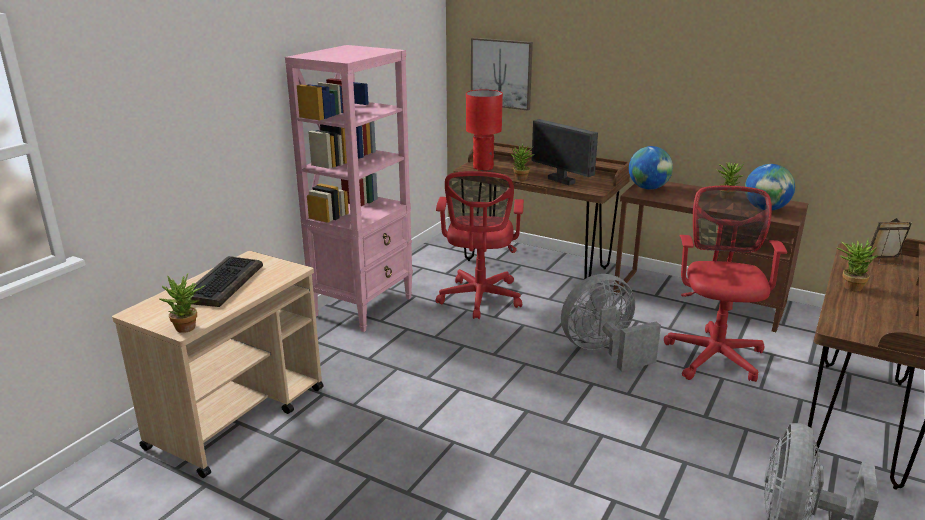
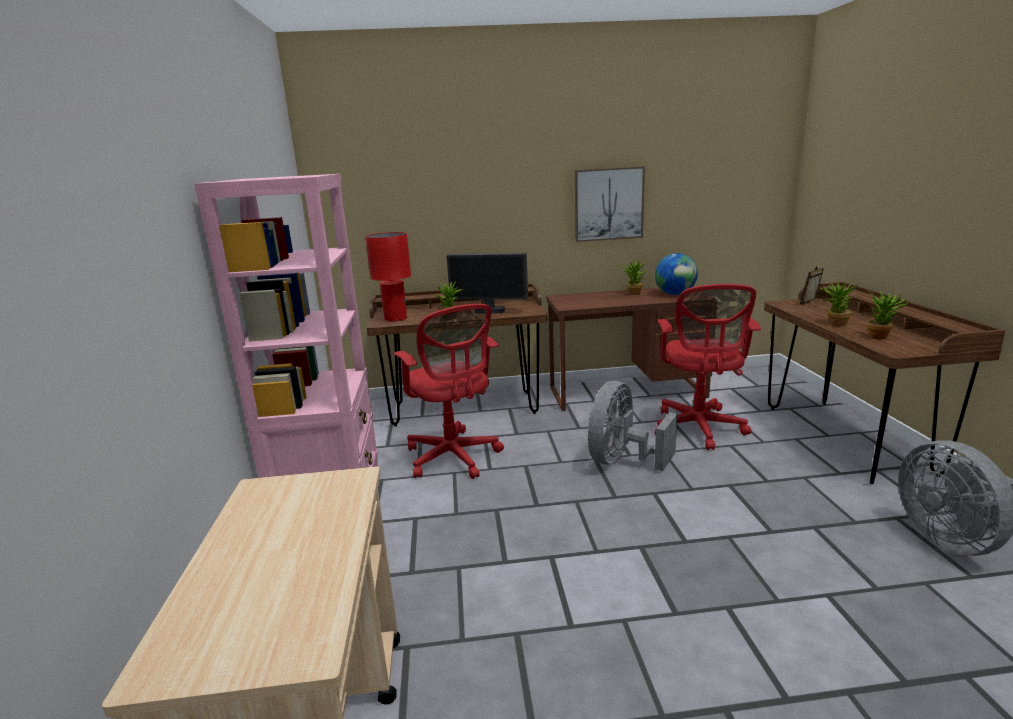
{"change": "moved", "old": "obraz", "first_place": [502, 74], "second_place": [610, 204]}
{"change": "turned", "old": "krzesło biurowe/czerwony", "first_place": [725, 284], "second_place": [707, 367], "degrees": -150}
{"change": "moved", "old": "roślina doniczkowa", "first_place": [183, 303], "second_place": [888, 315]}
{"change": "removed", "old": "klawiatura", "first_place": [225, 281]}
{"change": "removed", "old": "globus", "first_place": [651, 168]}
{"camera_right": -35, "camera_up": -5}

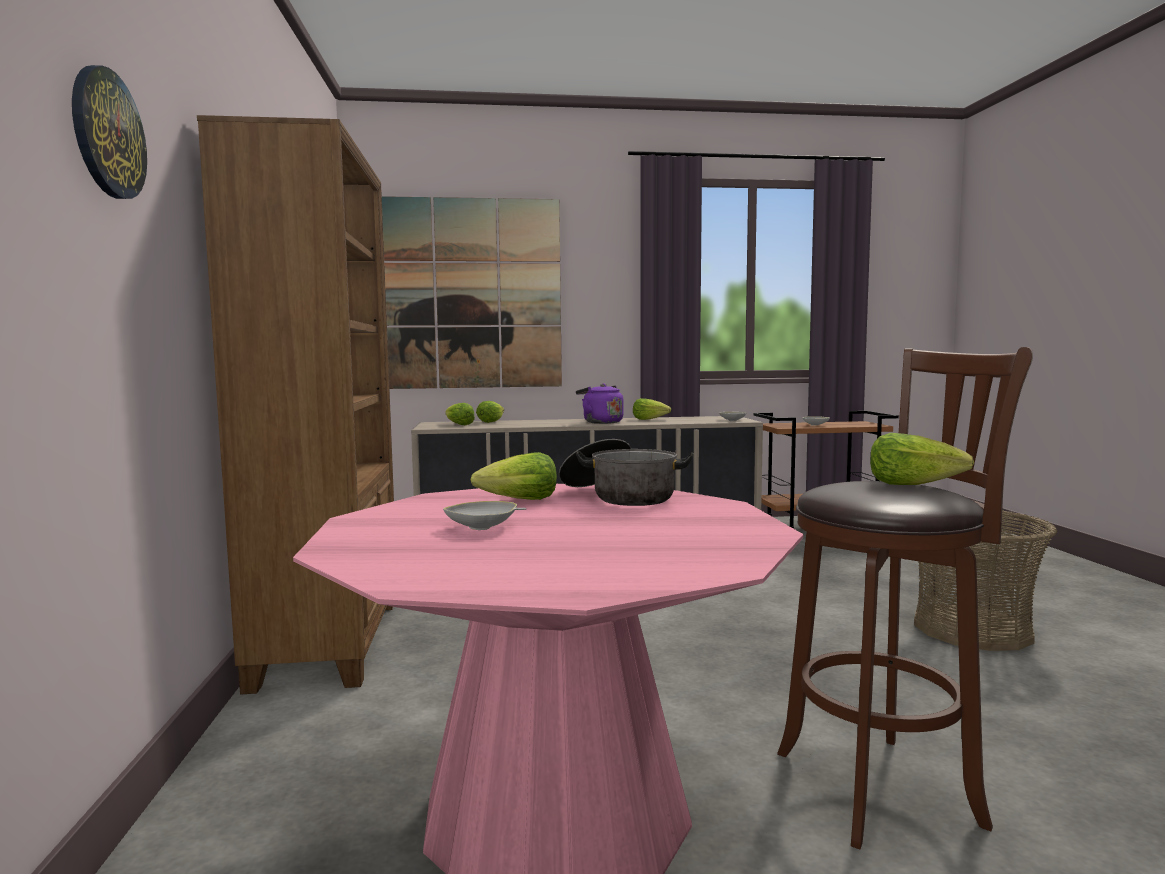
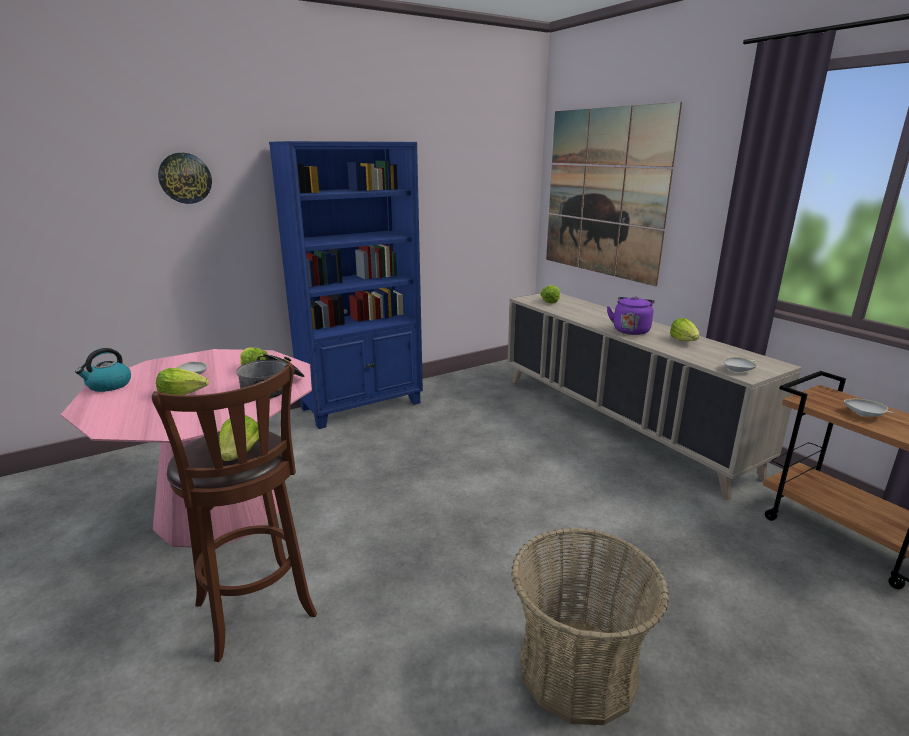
{"change": "added", "new": "czajnik", "second_place": [103, 370]}
{"change": "moved", "old": "sałata", "first_place": [490, 412], "second_place": [182, 381]}
{"change": "recoloured", "old": "regał/brązowy", "new": "regał/niebieski", "first_place": [295, 404], "second_place": [346, 285]}
{"camera_right": 65, "camera_up": 15}

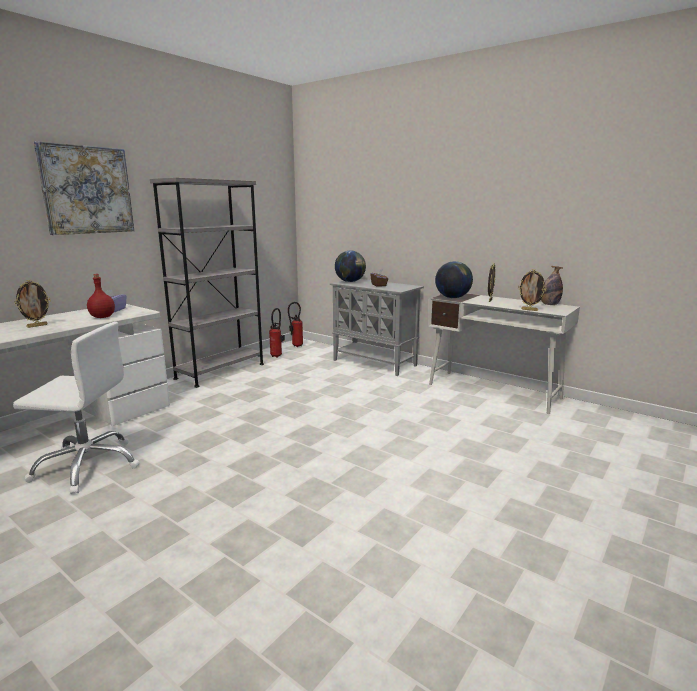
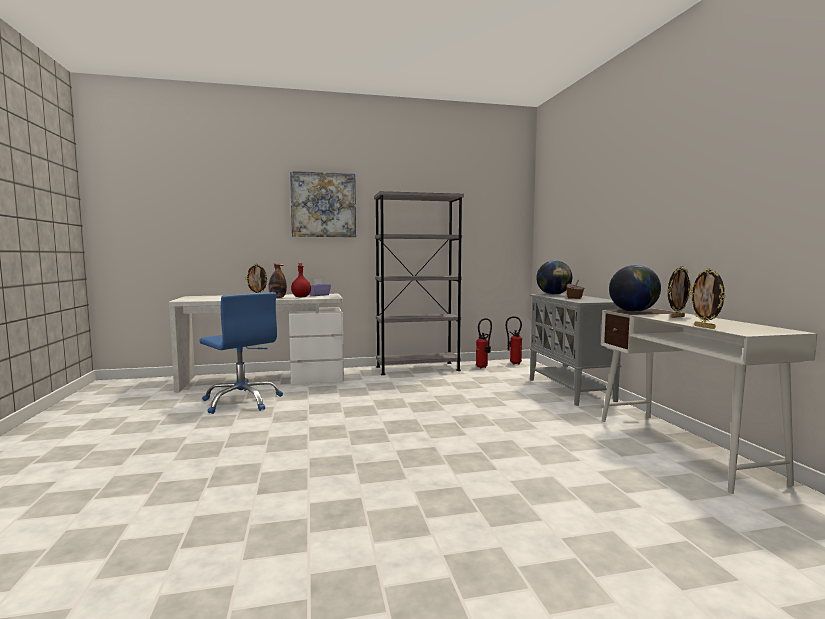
{"change": "recoloured", "old": "krzesło biurowe/biały", "new": "krzesło biurowe/niebieski", "first_place": [76, 408], "second_place": [241, 353]}
{"change": "moved", "old": "butelka", "first_place": [552, 285], "second_place": [277, 280]}
{"camera_right": 40, "camera_up": -10}

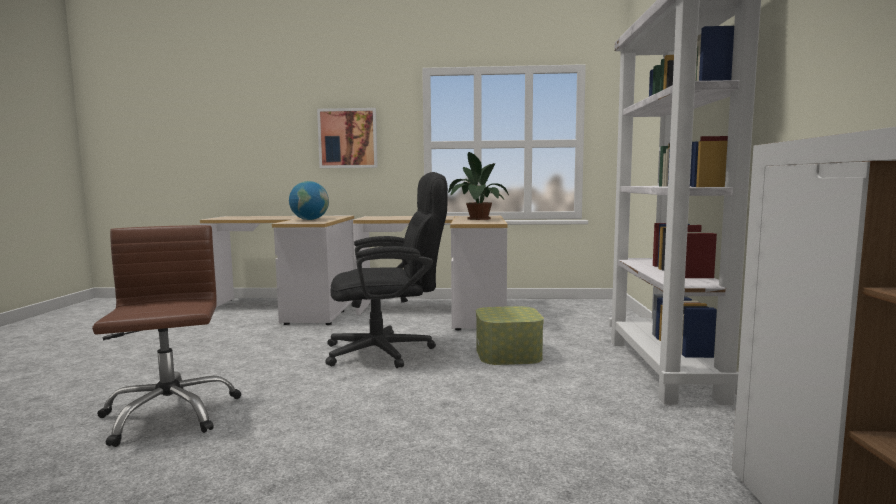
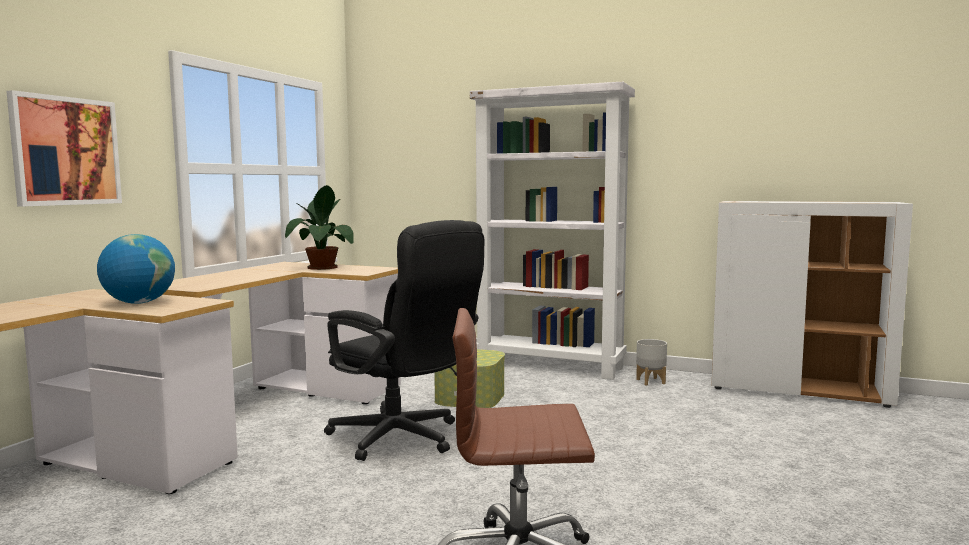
{"change": "turned", "old": "krzesło biurowe/czarny", "first_place": [386, 270], "second_place": [404, 340], "degrees": 120}
{"change": "added", "new": "donica/szary", "second_place": [651, 362]}
{"camera_right": -70, "camera_up": 0}

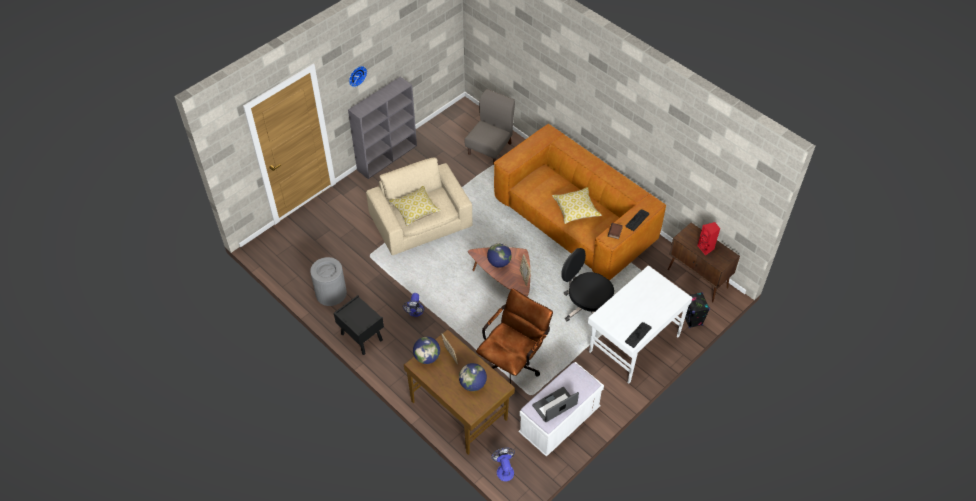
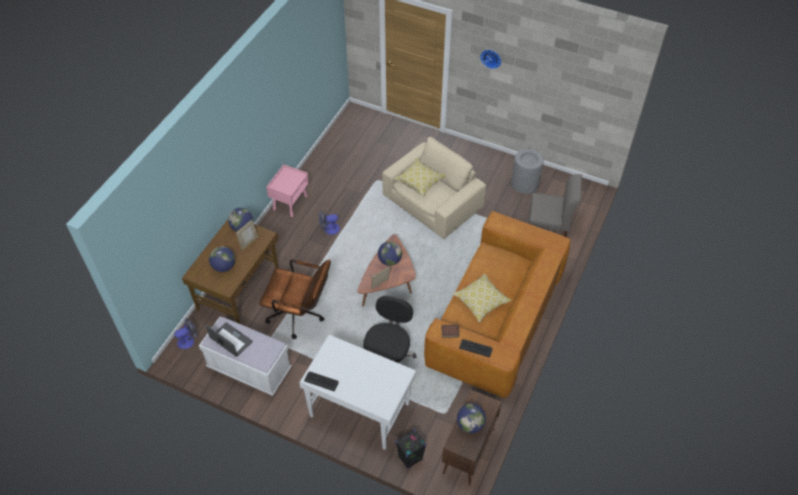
{"change": "recoloured", "old": "szafka nocna/czarny", "new": "szafka nocna/różowy", "first_place": [359, 325], "second_place": [287, 190]}
{"change": "replaced", "old": "głośnik/czerwony", "new": "globus", "first_place": [708, 238], "second_place": [471, 418]}
{"change": "moved", "old": "kosz na śmieci/szary", "first_place": [328, 281], "second_place": [527, 171]}
{"change": "removed", "old": "regał/szary", "first_place": [382, 127]}
{"camera_right": 70, "camera_up": 0}

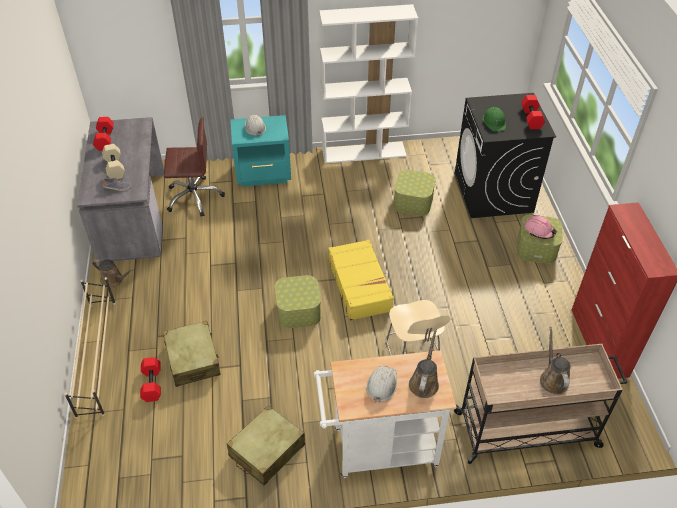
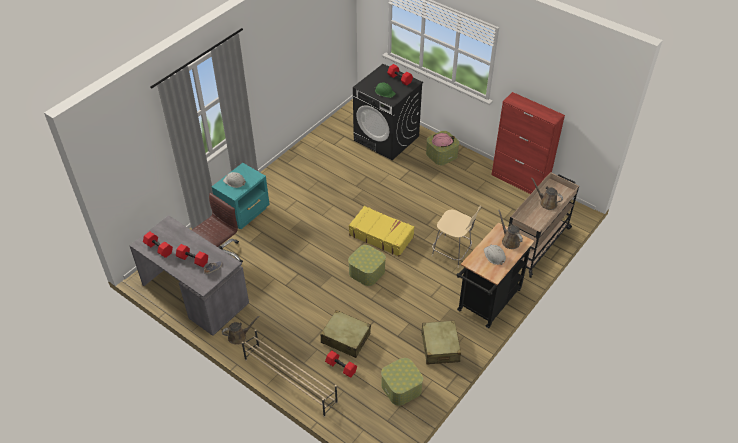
{"change": "recoloured", "old": "hantel/beżowy", "new": "hantel/czerwony", "first_place": [113, 161], "second_place": [192, 255]}
{"change": "moved", "old": "pojemnik do przechowywania", "first_place": [414, 193], "second_place": [402, 382]}
{"change": "recoloured", "old": "wózek/biały", "new": "wózek/czarny", "first_place": [385, 414], "second_place": [495, 275]}
{"change": "removed", "old": "regał/biały", "first_place": [368, 83]}
{"camera_right": -45, "camera_up": 0}

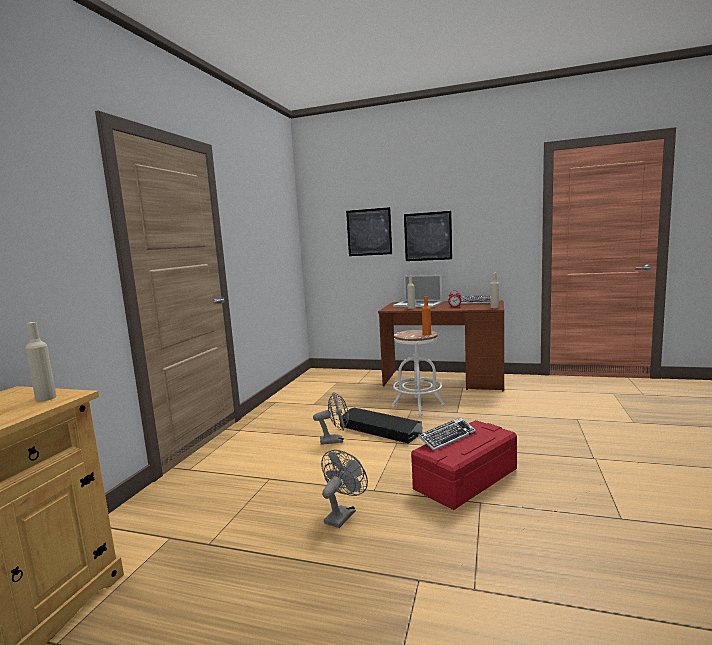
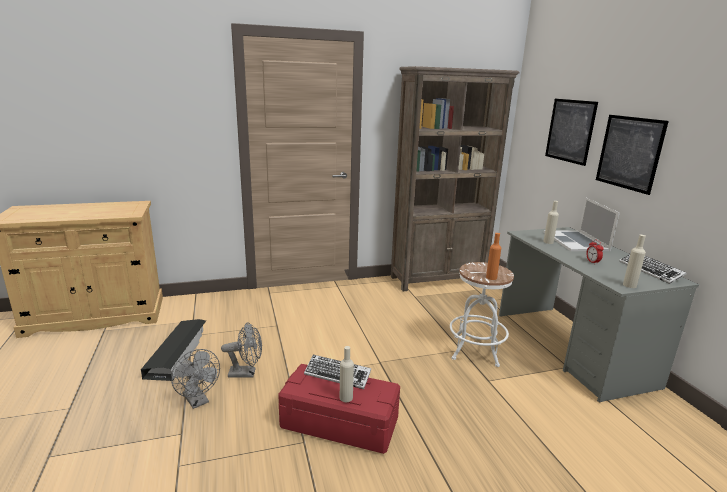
{"change": "moved", "old": "pojemnik do przechowywania/czarny", "first_place": [381, 426], "second_place": [173, 350]}
{"change": "moved", "old": "wentylator/szary", "first_place": [331, 418], "second_place": [195, 379]}
{"change": "moved", "old": "butelka/beżowy", "first_place": [41, 362], "second_place": [347, 374]}
{"change": "added", "new": "regał/brązowy", "second_place": [455, 178]}
{"change": "recoloured", "old": "biurko/brązowy", "new": "biurko/szary", "first_place": [441, 346], "second_place": [599, 315]}
{"camera_right": 55, "camera_up": 10}

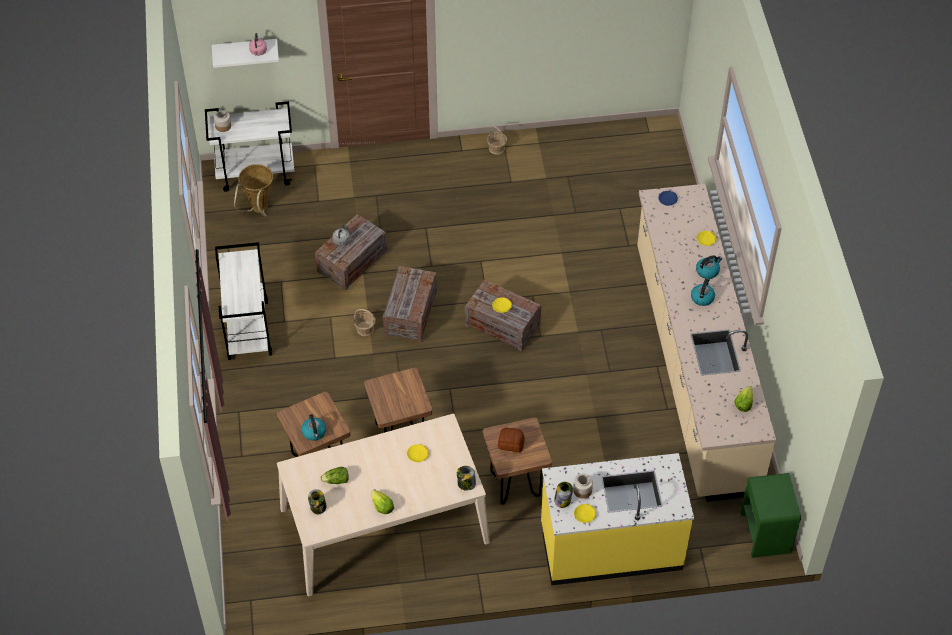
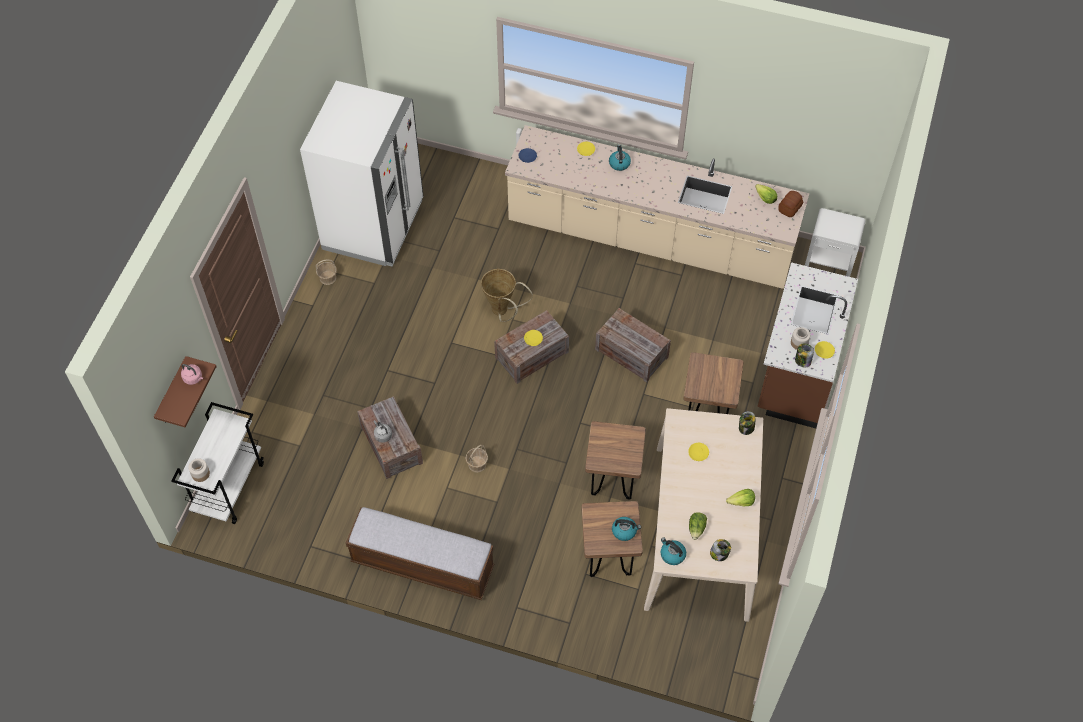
{"change": "recoloured", "old": "półka/biały", "new": "półka/brązowy", "first_place": [245, 53], "second_place": [185, 391]}
{"change": "added", "new": "lodówka/biały", "second_place": [362, 174]}
{"change": "replaced", "old": "wózek/biały", "new": "ławka", "first_place": [243, 301], "second_place": [420, 553]}
{"change": "moved", "old": "koszyk", "first_place": [253, 190], "second_place": [507, 295]}
{"change": "moved", "old": "skrzynka", "first_place": [410, 304], "second_place": [633, 345]}
{"change": "moved", "old": "czajnik", "first_place": [703, 292], "second_place": [673, 551]}
{"change": "recoloured", "old": "zabudowa kuchenna/żółty", "new": "zabudowa kuchenna/brązowy", "first_place": [617, 519], "second_place": [808, 345]}
{"change": "moved", "old": "chleb", "first_place": [511, 440], "second_place": [790, 204]}
{"change": "recoloured", "old": "szafka nocna/zielony", "new": "szafka nocna/biały", "first_place": [770, 515], "second_place": [835, 242]}
{"camera_right": -65, "camera_up": 5}

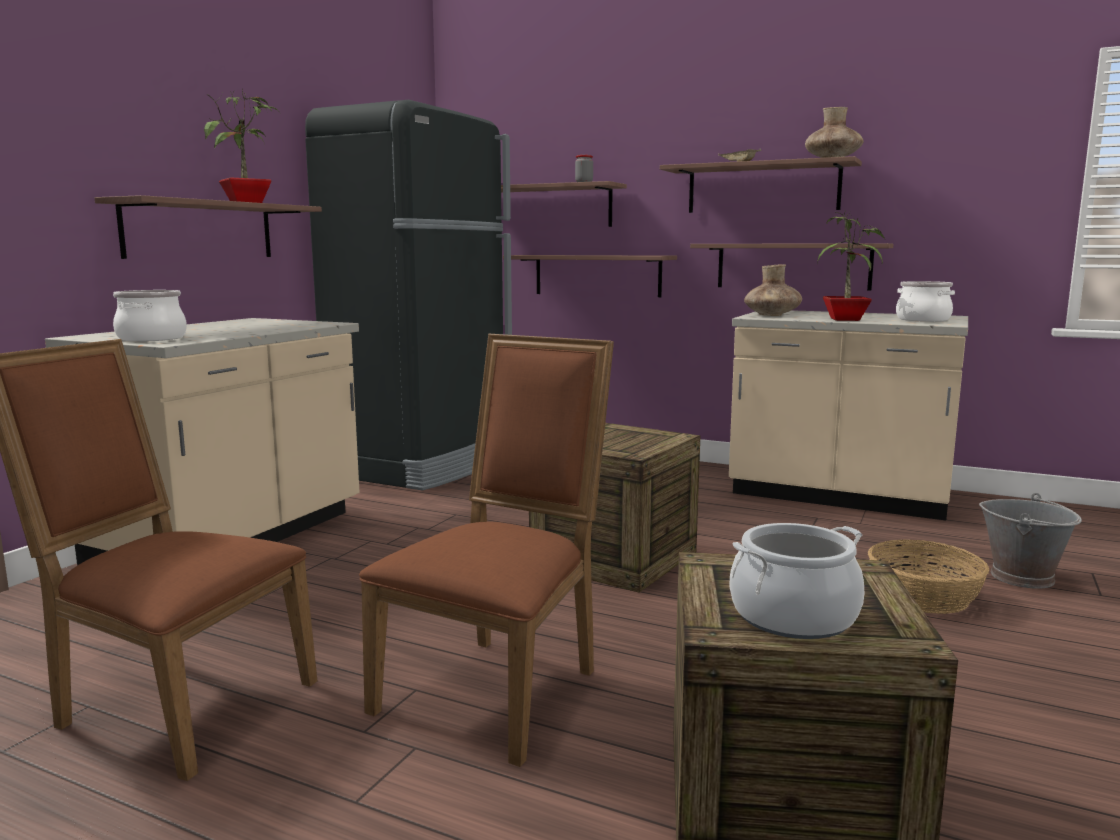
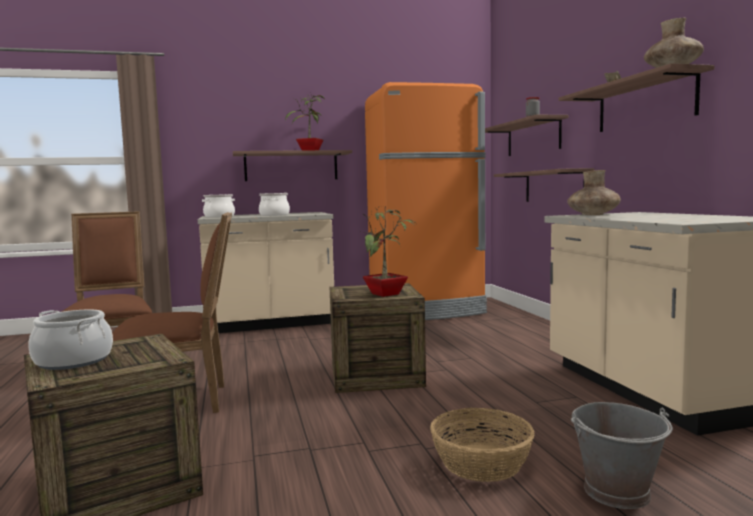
{"change": "moved", "old": "garnek", "first_place": [925, 301], "second_place": [274, 204]}
{"change": "moved", "old": "roślina doniczkowa", "first_place": [851, 266], "second_place": [388, 251]}
{"change": "recoloured", "old": "lodówka/czarny", "new": "lodówka/pomarańczowy", "first_place": [408, 295], "second_place": [426, 201]}
{"change": "removed", "old": "półka", "first_place": [791, 266]}
{"camera_right": 50, "camera_up": -5}

